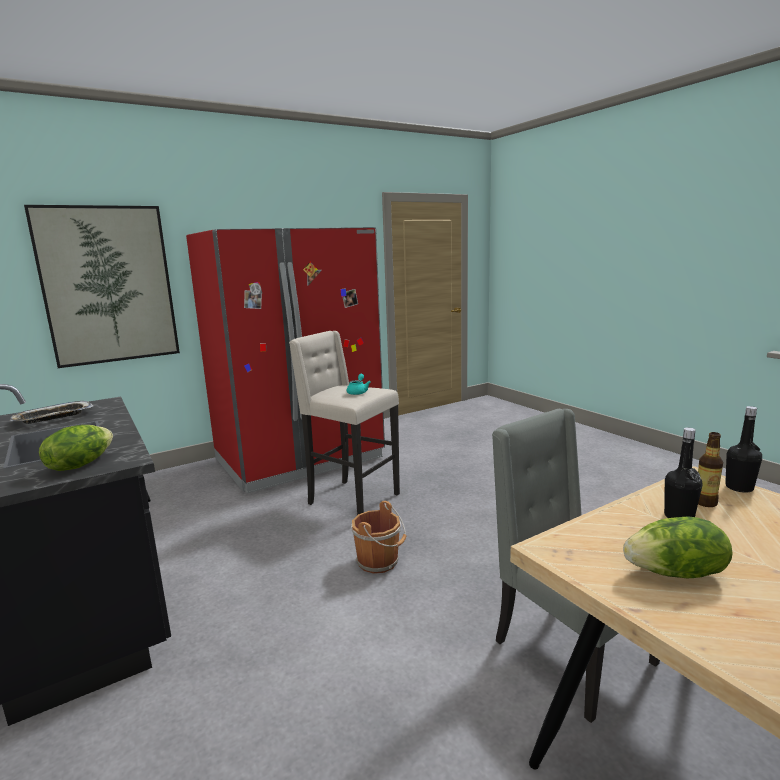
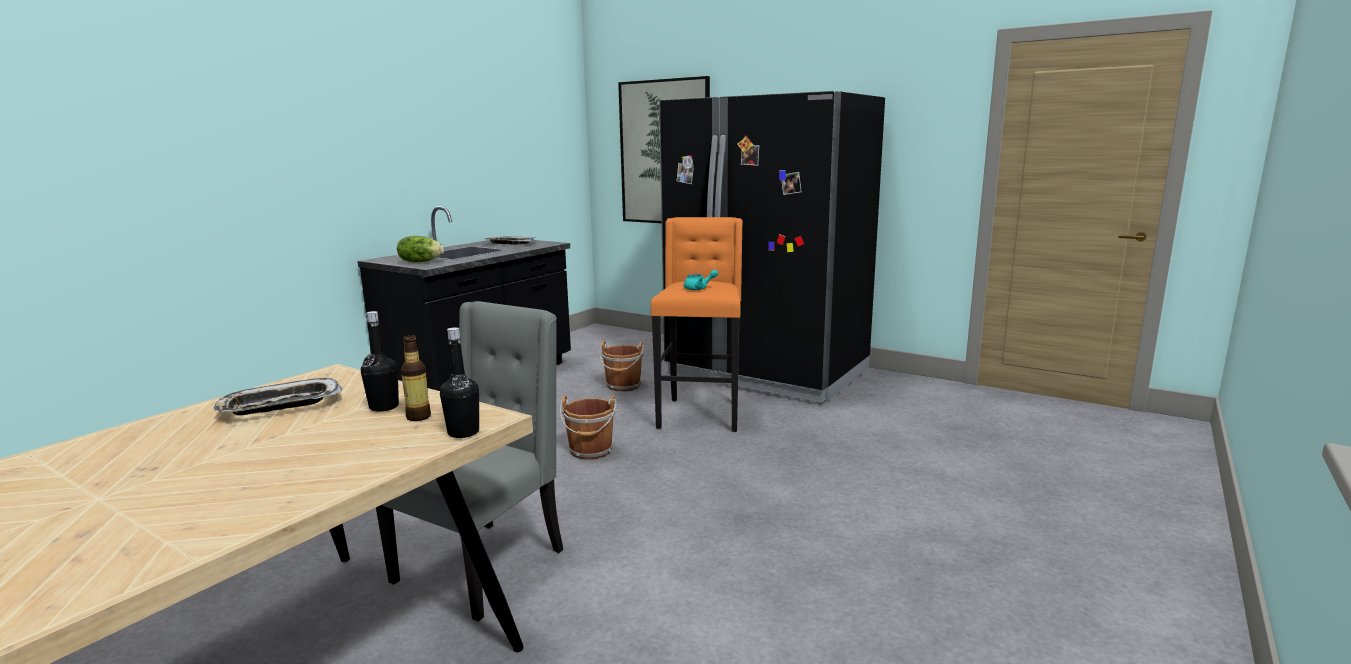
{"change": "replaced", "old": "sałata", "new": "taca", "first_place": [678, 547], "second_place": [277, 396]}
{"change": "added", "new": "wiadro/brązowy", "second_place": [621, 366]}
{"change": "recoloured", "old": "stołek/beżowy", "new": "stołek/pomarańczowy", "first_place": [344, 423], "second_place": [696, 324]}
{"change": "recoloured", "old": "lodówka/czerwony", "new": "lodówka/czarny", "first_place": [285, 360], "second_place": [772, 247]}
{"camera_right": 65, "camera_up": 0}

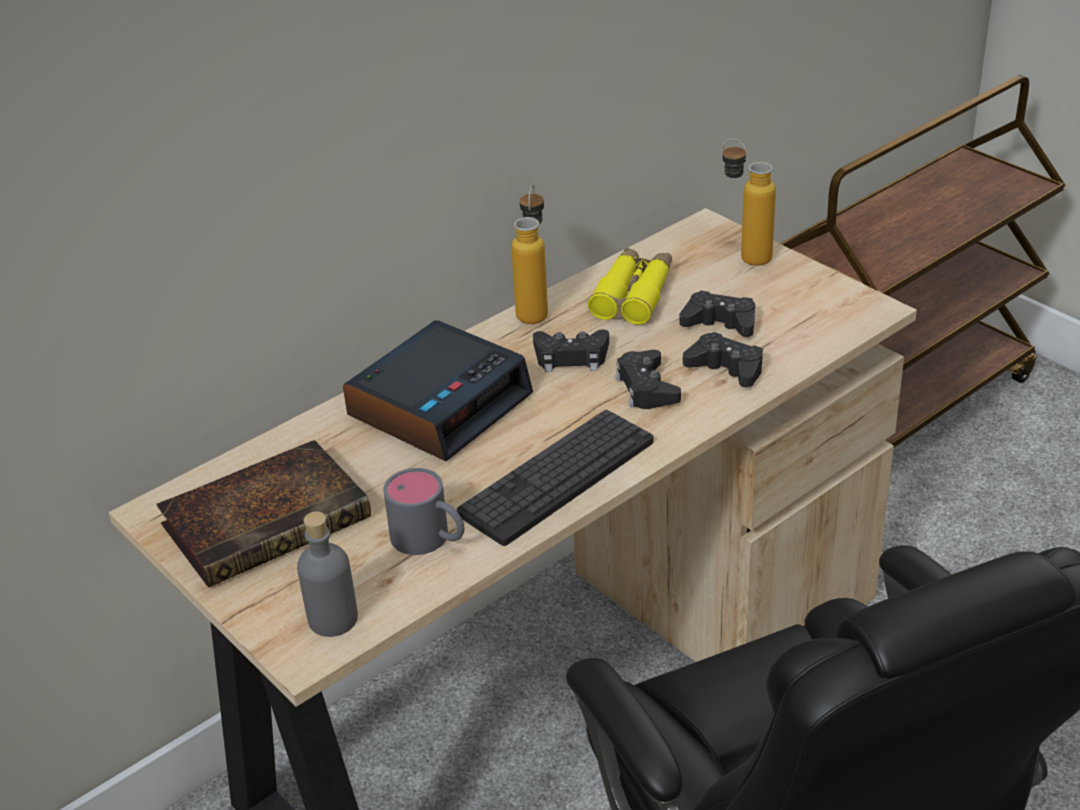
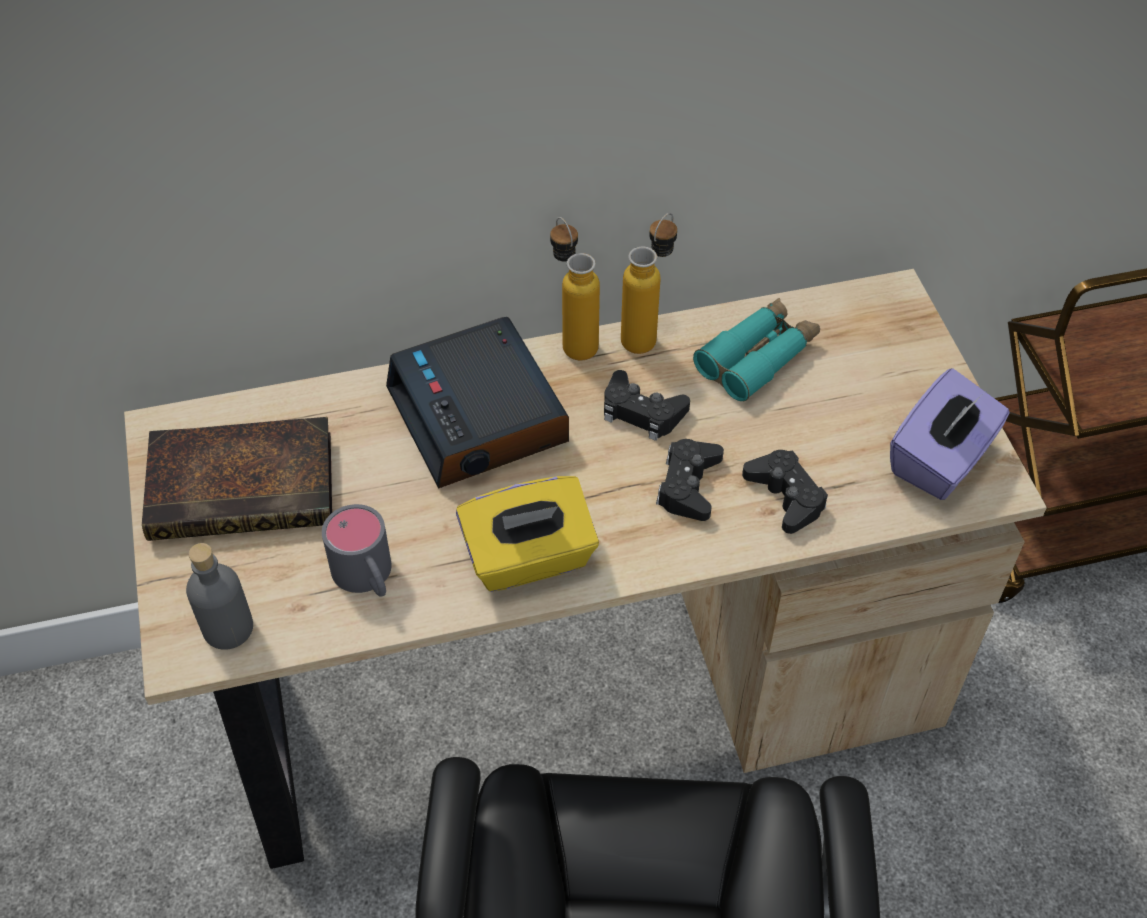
{"change": "turned", "old": "budzik", "first_place": [438, 390], "second_place": [477, 403], "degrees": 90}
{"change": "replaced", "old": "klawiatura", "new": "pudełko chusteczek/żółty", "first_place": [555, 477], "second_place": [527, 534]}
{"change": "moved", "old": "butelka", "first_place": [749, 202], "second_place": [575, 288]}
{"change": "recoloured", "old": "lornetka/żółty", "new": "lornetka/turkusowy", "first_place": [630, 286], "second_place": [756, 349]}
{"change": "added", "new": "pudełko chusteczek/fioletowy", "second_place": [950, 434]}
{"change": "removed", "old": "pad do gier/czarny", "first_place": [717, 314]}
{"camera_right": 25, "camera_up": 15}

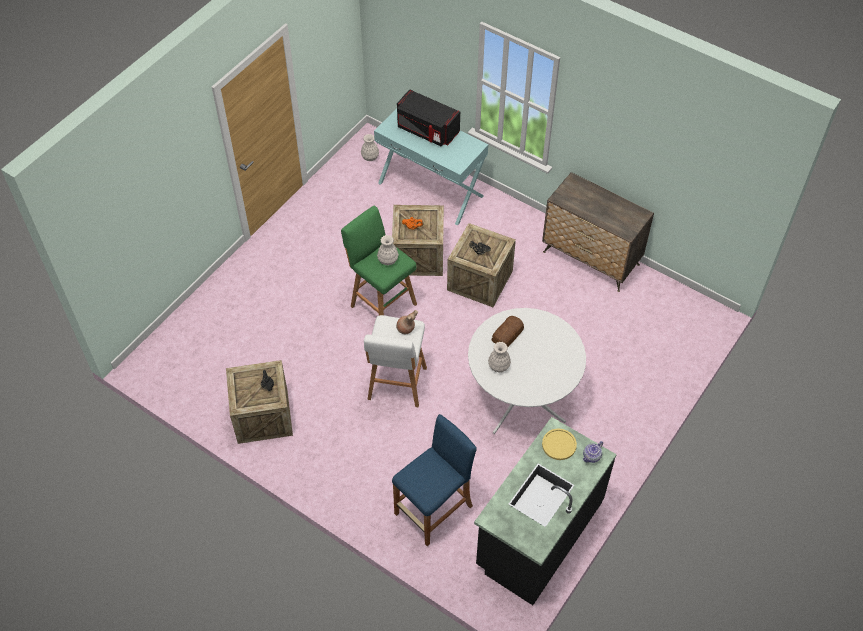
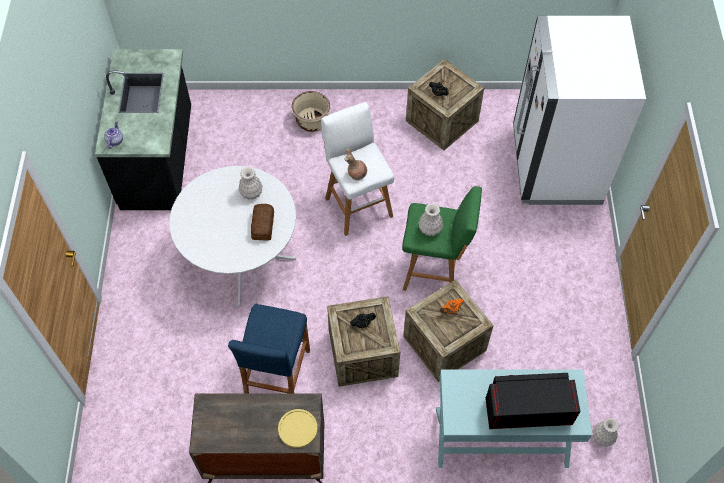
{"change": "moved", "old": "stołek/niebieski", "first_place": [434, 480], "second_place": [269, 349]}
{"change": "moved", "old": "talerz/żółty", "first_place": [559, 444], "second_place": [298, 428]}
{"change": "added", "new": "donica/beżowy", "second_place": [310, 111]}
{"change": "added", "new": "lodówka/biały", "second_place": [579, 110]}
{"camera_right": 145, "camera_up": 5}

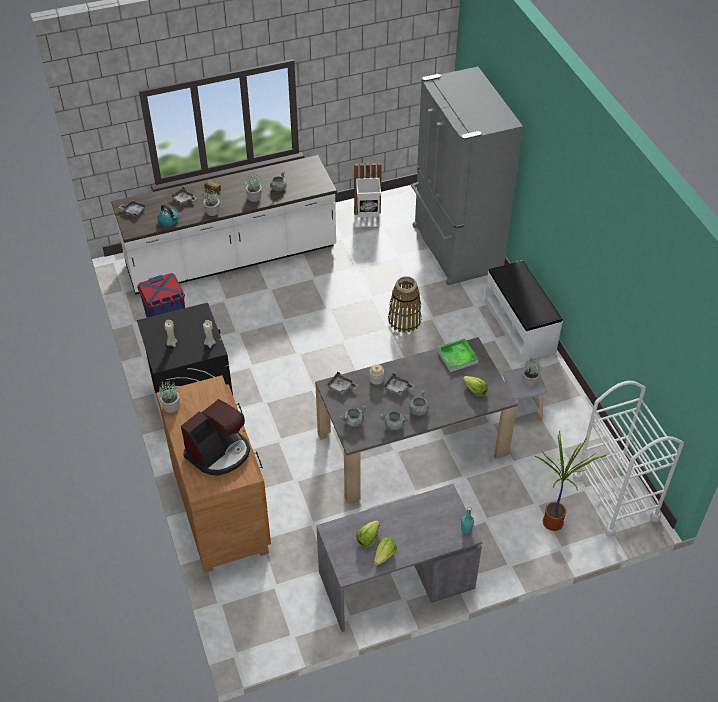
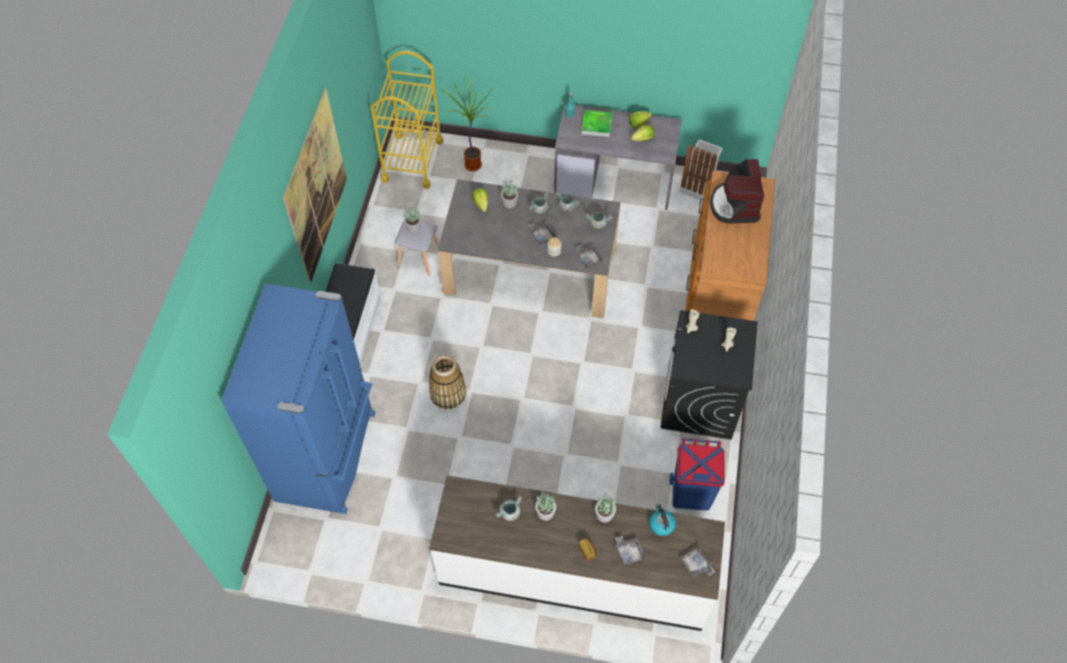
{"change": "recoloured", "old": "lodówka/szary", "new": "lodówka/niebieski", "first_place": [467, 176], "second_place": [298, 399]}
{"change": "added", "new": "obraz", "second_place": [315, 185]}
{"change": "recoloured", "old": "wózek/biały", "new": "wózek/żółty", "first_place": [628, 459], "second_place": [407, 120]}
{"change": "moved", "old": "roślina doniczkowa", "first_place": [169, 397], "second_place": [509, 194]}
{"change": "moved", "old": "taca", "first_place": [457, 355], "second_place": [597, 123]}
{"change": "moved", "old": "kosz na śmieci/biały", "first_place": [368, 195], "second_place": [701, 170]}
{"change": "turned", "old": "ekspres do kawy", "first_place": [215, 437], "second_place": [737, 191], "degrees": -75}
{"camera_right": -150, "camera_up": 10}

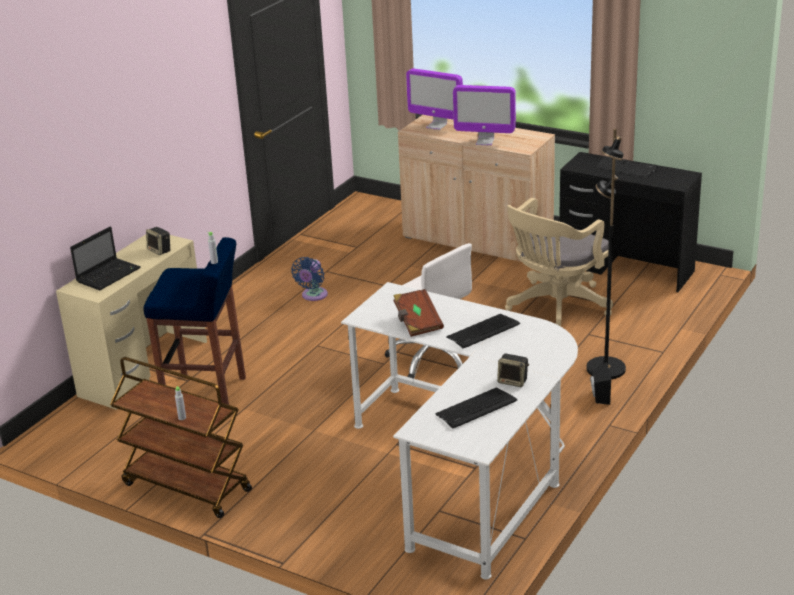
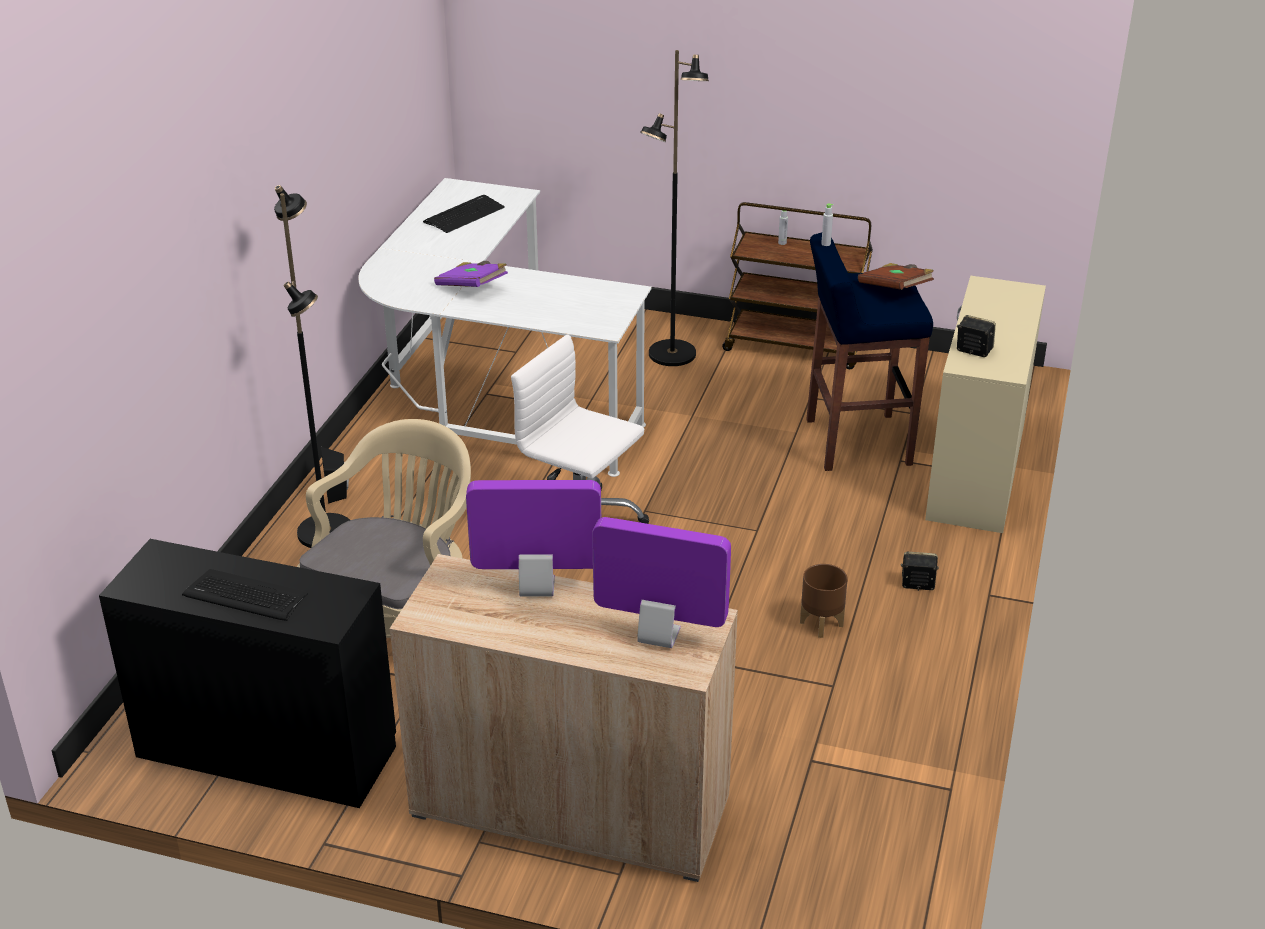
{"change": "replaced", "old": "klawiatura", "new": "książka/fioletowy", "first_place": [483, 331], "second_place": [471, 274]}
{"change": "added", "new": "lampa stojąca/czarny", "second_place": [674, 208]}
{"change": "replaced", "old": "wentylator/niebieski", "new": "donica/brązowy", "first_place": [309, 279], "second_place": [824, 601]}
{"change": "moved", "old": "książka/brązowy", "first_place": [418, 313], "second_place": [896, 276]}
{"change": "moved", "old": "głośnik", "first_place": [513, 370], "second_place": [920, 571]}
{"change": "removed", "old": "laptop", "first_place": [105, 258]}
{"camera_right": 165, "camera_up": 5}

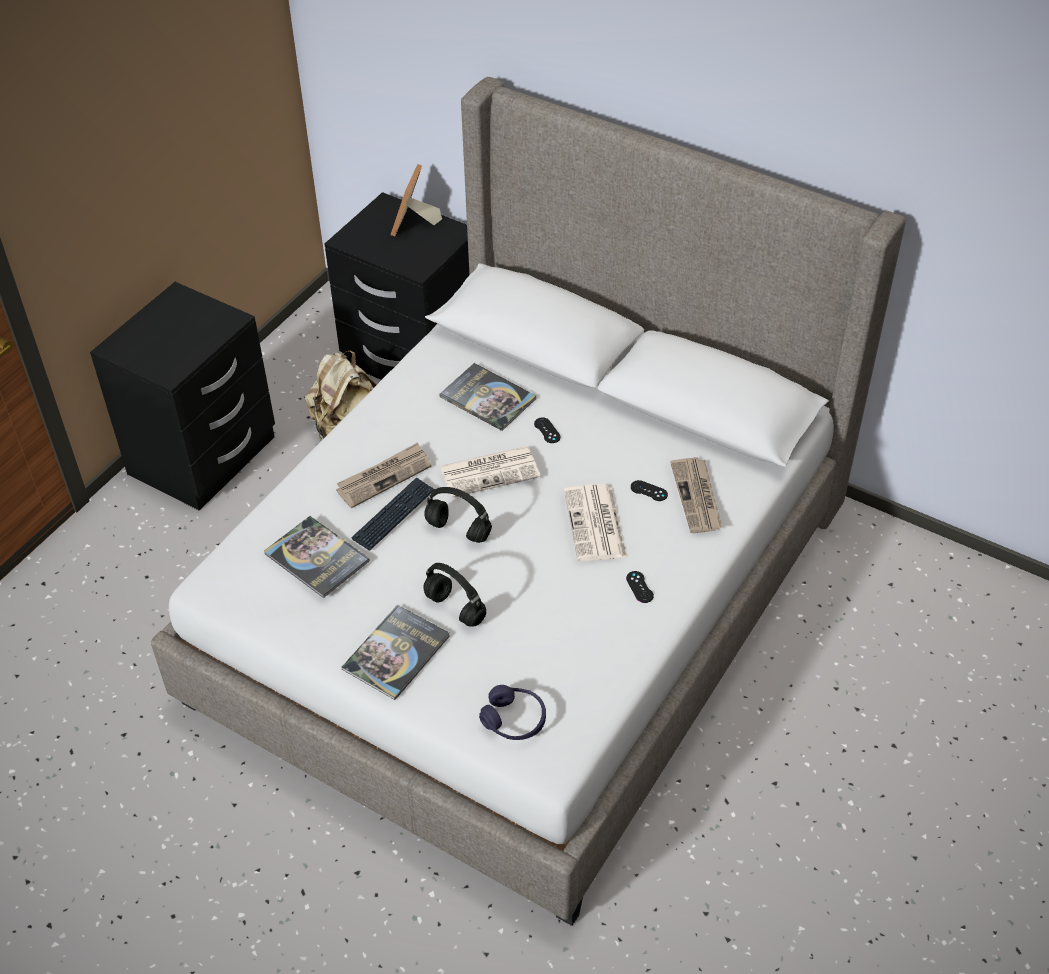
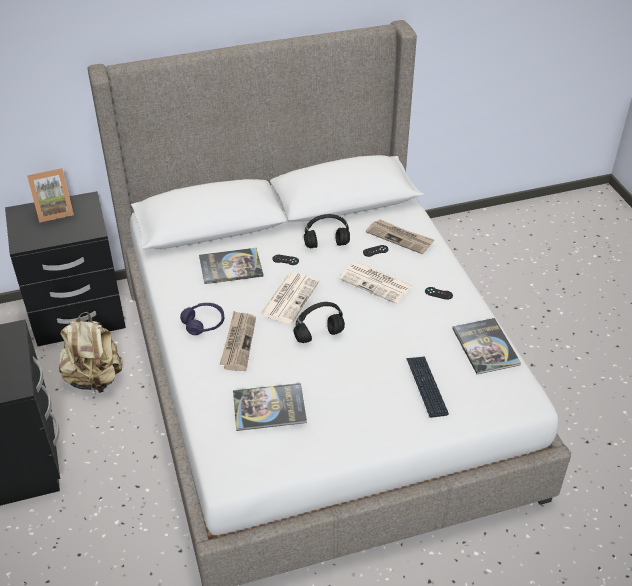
{"change": "turned", "old": "ramka na zdjęcie", "first_place": [416, 200], "second_place": [50, 195], "degrees": -75}
{"change": "moved", "old": "słuchawki/fioletowy", "first_place": [512, 712], "second_place": [202, 319]}
{"change": "moved", "old": "słuchawki/czarny", "first_place": [454, 595], "second_place": [327, 231]}
{"change": "moved", "old": "klawiatura", "first_place": [393, 514], "second_place": [428, 387]}
{"change": "moved", "old": "książka", "first_place": [395, 652], "second_place": [486, 346]}
{"camera_right": -50, "camera_up": -5}

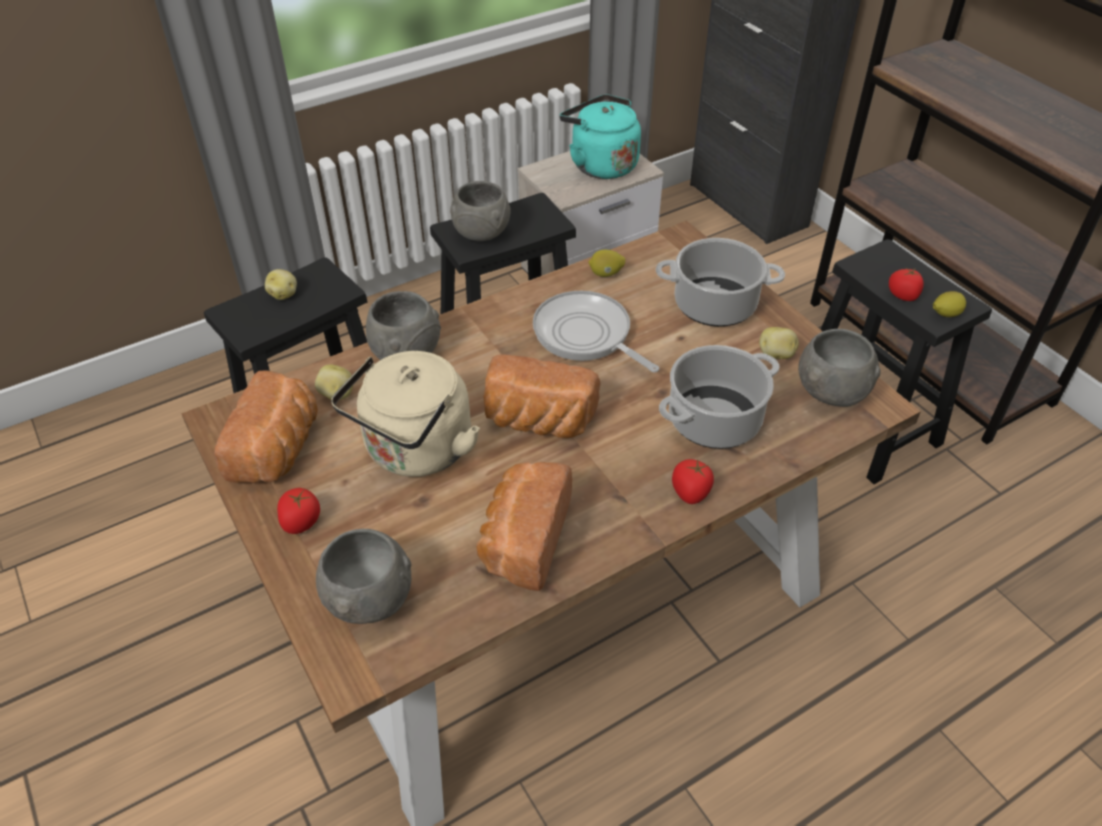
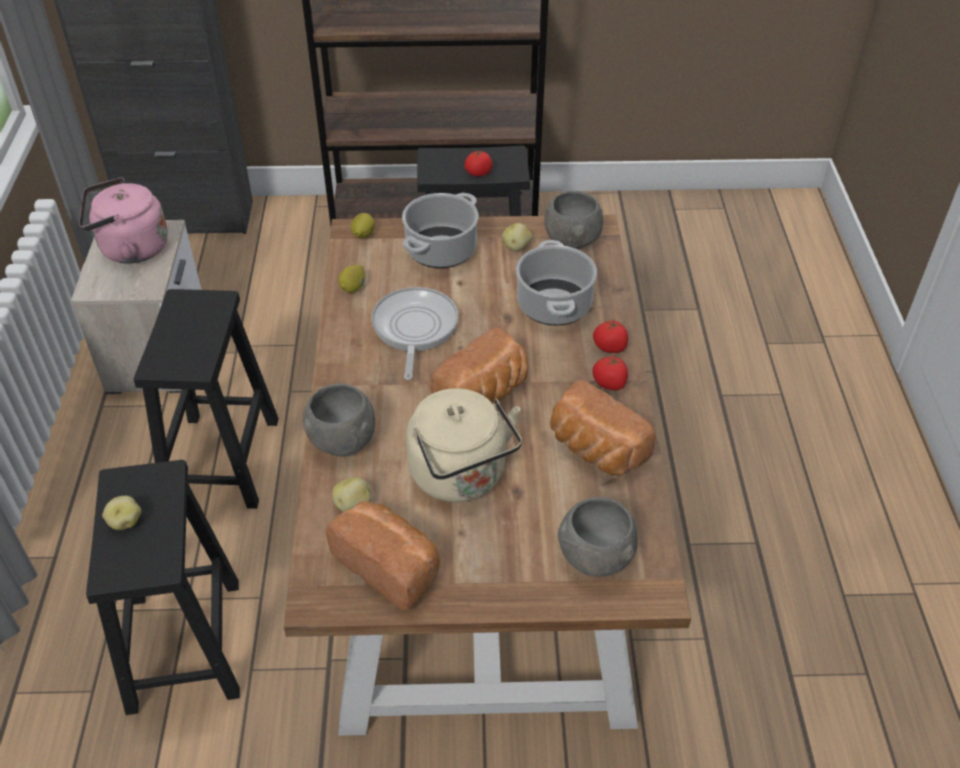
{"change": "recoloured", "old": "czajnik/turkusowy", "new": "czajnik/różowy", "first_place": [600, 136], "second_place": [123, 220]}
{"change": "moved", "old": "cytryna", "first_place": [950, 304], "second_place": [363, 225]}
{"change": "turned", "old": "patelnia", "first_place": [596, 332], "second_place": [415, 333], "degrees": 105}
{"change": "moved", "old": "pomidor", "first_place": [298, 511], "second_place": [610, 373]}
{"change": "removed", "old": "miska/szary", "first_place": [480, 211]}
{"camera_right": -60, "camera_up": 0}

